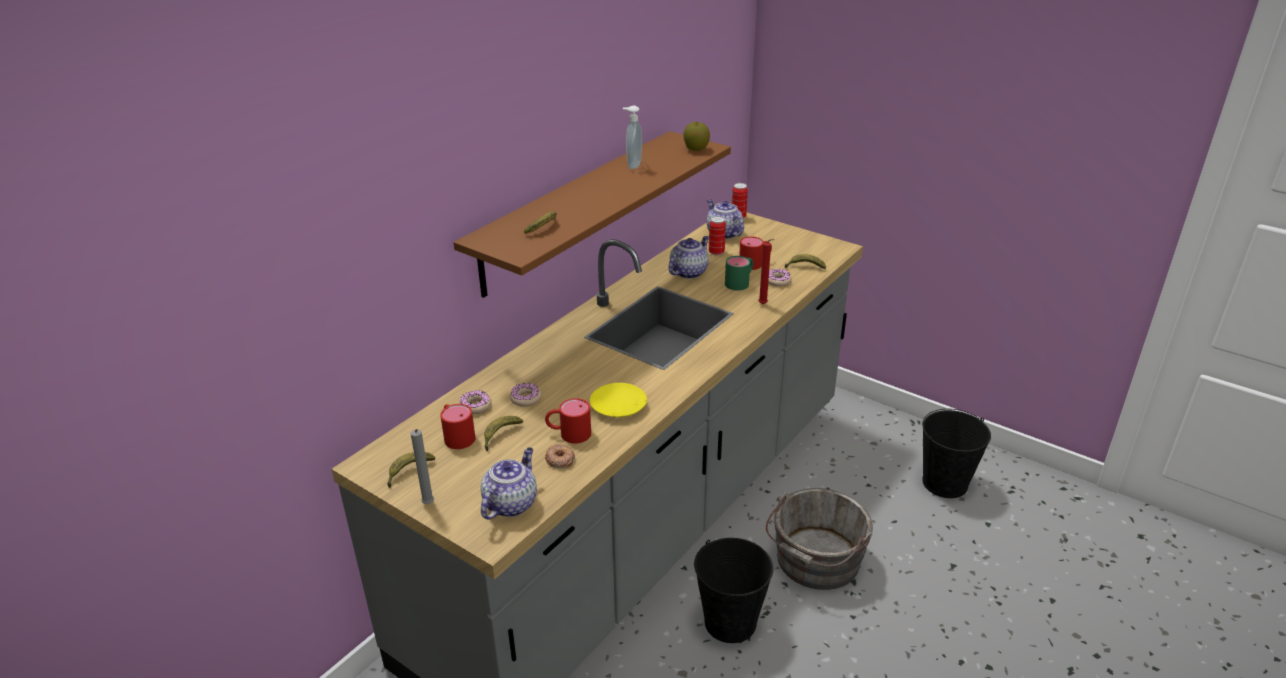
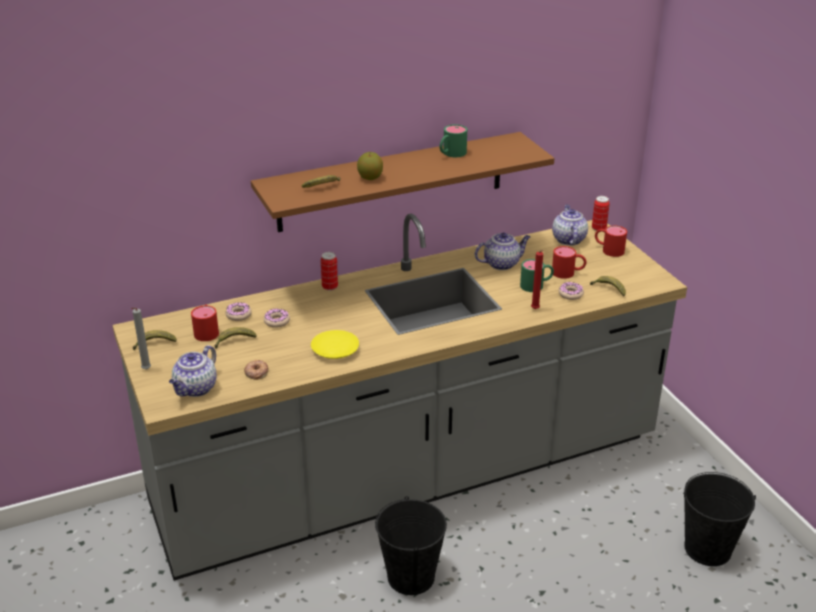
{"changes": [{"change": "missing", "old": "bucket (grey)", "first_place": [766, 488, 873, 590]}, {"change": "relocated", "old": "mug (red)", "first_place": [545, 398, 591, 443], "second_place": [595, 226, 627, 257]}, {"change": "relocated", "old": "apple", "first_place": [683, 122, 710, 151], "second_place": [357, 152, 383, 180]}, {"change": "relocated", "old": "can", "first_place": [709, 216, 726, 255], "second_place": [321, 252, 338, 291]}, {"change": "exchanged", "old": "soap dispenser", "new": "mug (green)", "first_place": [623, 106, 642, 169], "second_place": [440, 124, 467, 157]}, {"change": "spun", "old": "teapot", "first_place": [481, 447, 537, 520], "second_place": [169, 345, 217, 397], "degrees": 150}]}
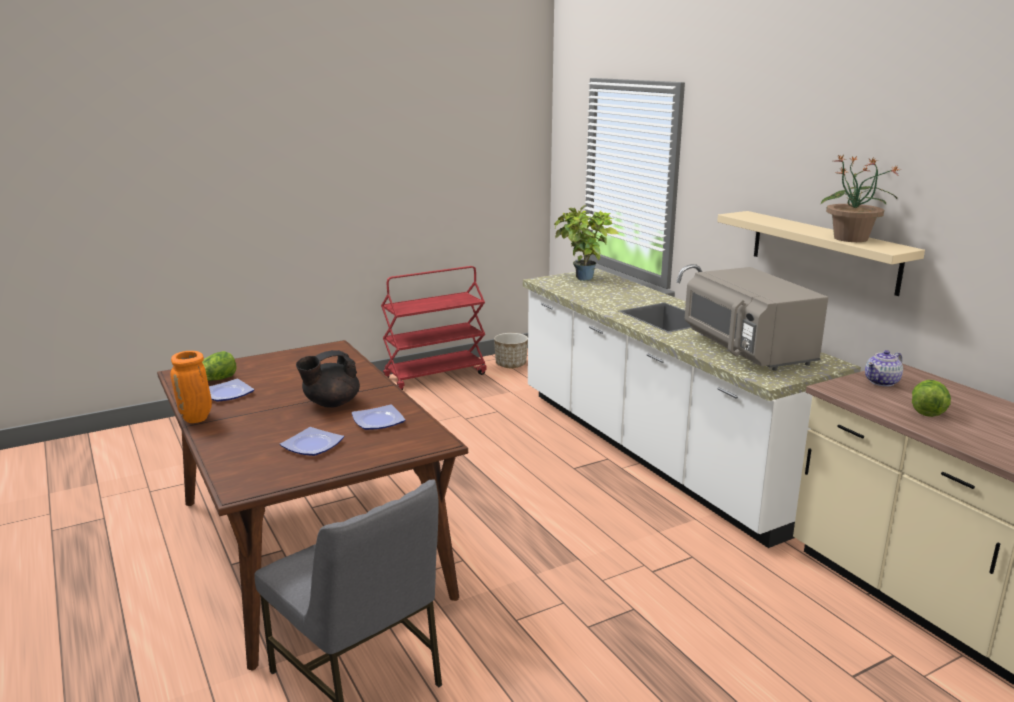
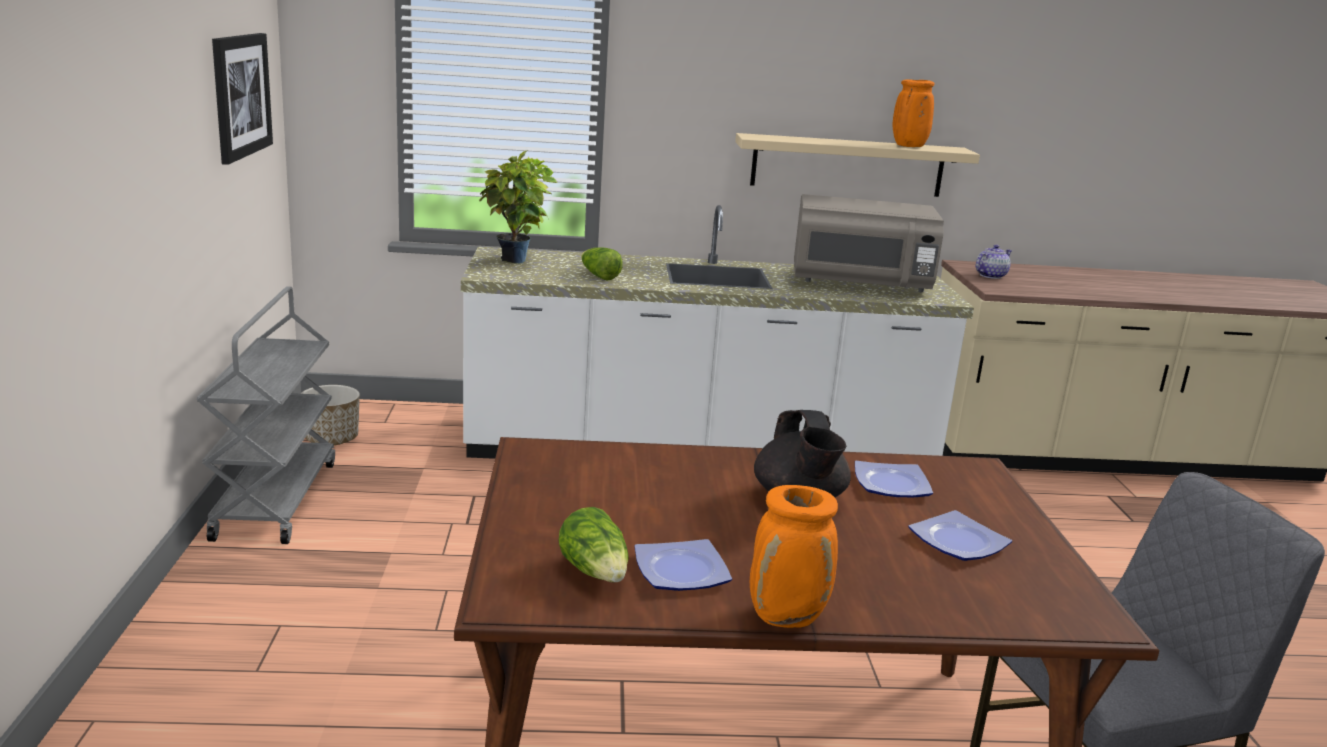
{"changes": [{"change": "appeared", "new": "picture", "second_place": [212, 33, 273, 165]}, {"change": "relocated", "old": "lettuce", "first_place": [912, 380, 951, 417], "second_place": [581, 247, 623, 280]}, {"change": "exchanged", "old": "potted plant", "new": "vase (orange)", "first_place": [821, 155, 900, 242], "second_place": [893, 79, 934, 147]}, {"change": "colour", "old": "cart (red)", "new": "cart (grey)", "first_place": [381, 266, 487, 390], "second_place": [197, 286, 335, 544]}, {"change": "spun", "old": "teapot", "first_place": [865, 350, 903, 387], "second_place": [976, 245, 1012, 279], "degrees": -120}]}
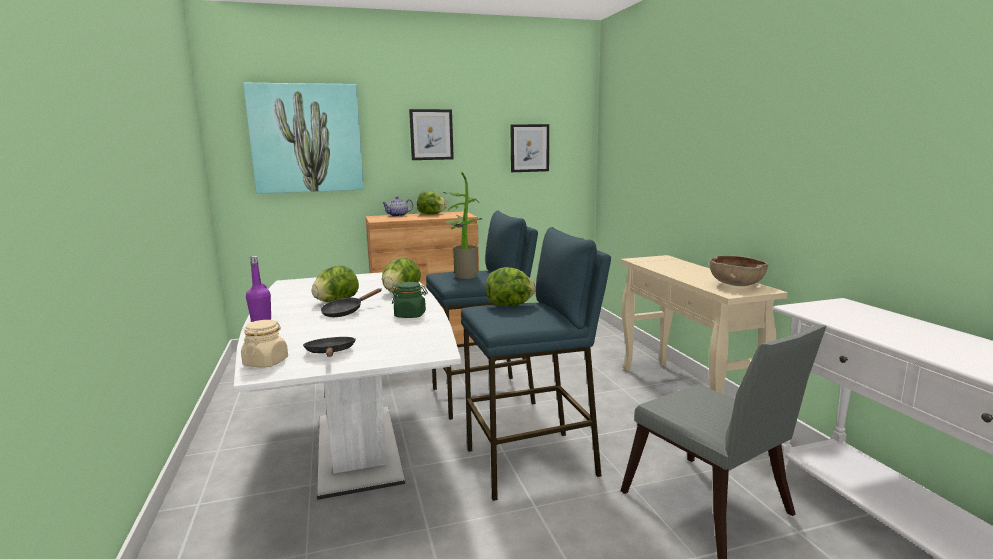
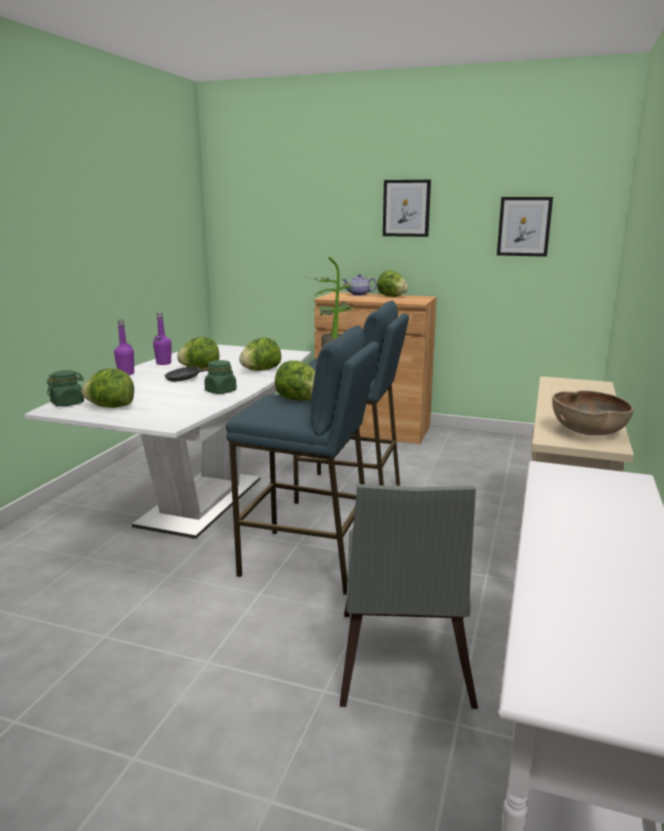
{"changes": [{"change": "missing", "old": "picture", "first_place": [243, 83, 364, 194]}, {"change": "appeared", "new": "bottle (purple)", "second_place": [153, 312, 171, 365]}, {"change": "exchanged", "old": "frying pan (black)", "new": "lettuce", "first_place": [303, 337, 356, 357], "second_place": [81, 368, 134, 408]}, {"change": "colour", "old": "jar (beige)", "new": "jar (green)", "first_place": [241, 320, 288, 367], "second_place": [47, 370, 84, 407]}]}
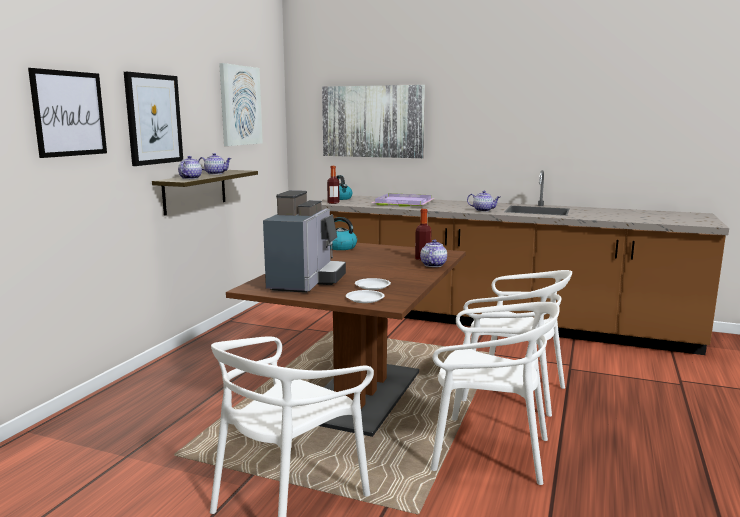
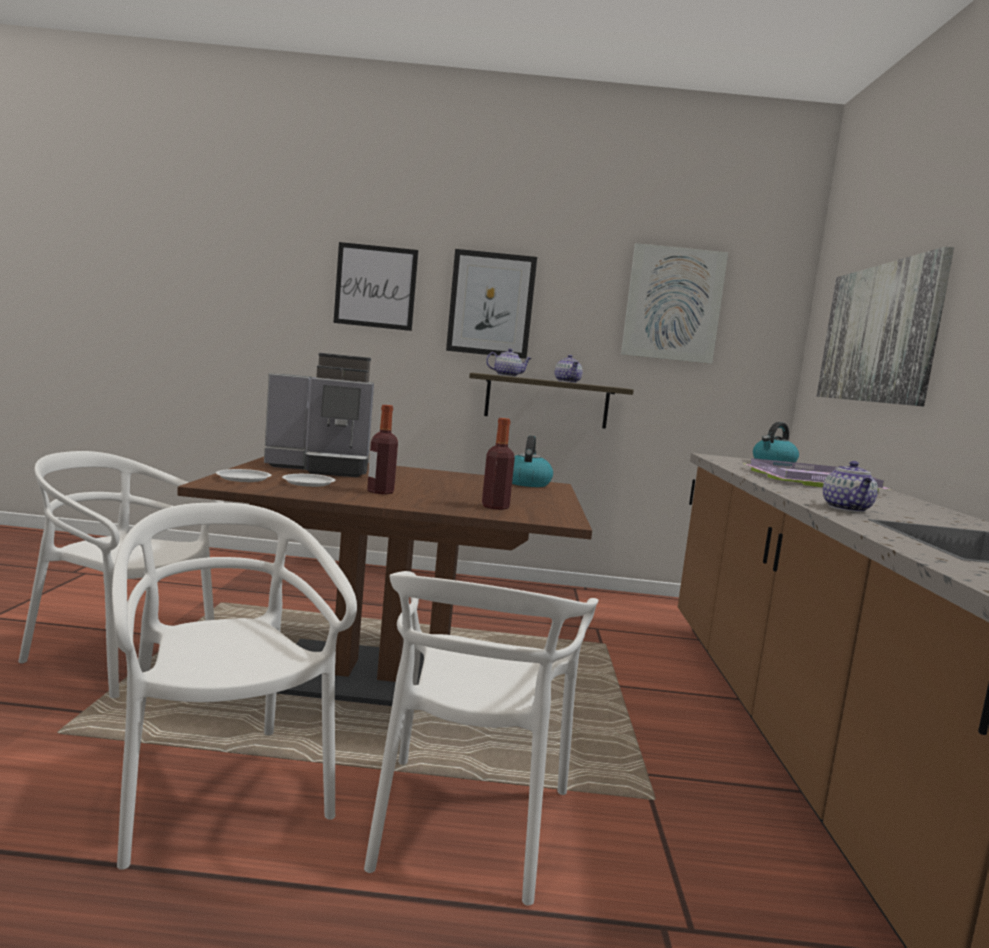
{"changes": [{"change": "missing", "old": "teapot", "first_place": [420, 239, 447, 267]}, {"change": "relocated", "old": "bottle", "first_place": [327, 166, 340, 204], "second_place": [367, 405, 398, 494]}, {"change": "spun", "old": "chair (white)", "first_place": [430, 302, 560, 485], "second_place": [112, 503, 357, 870], "degrees": 150}]}
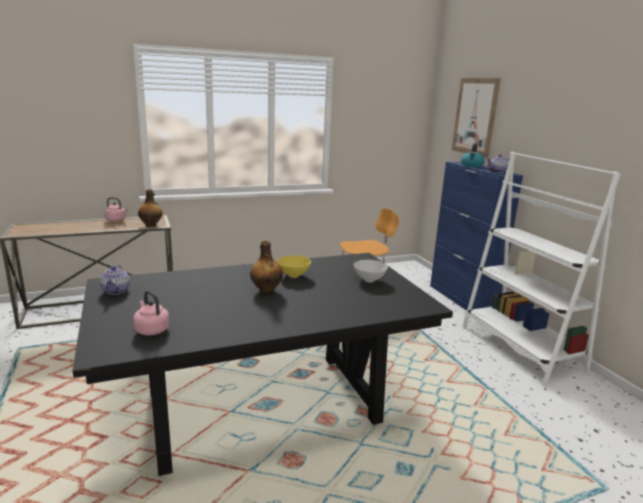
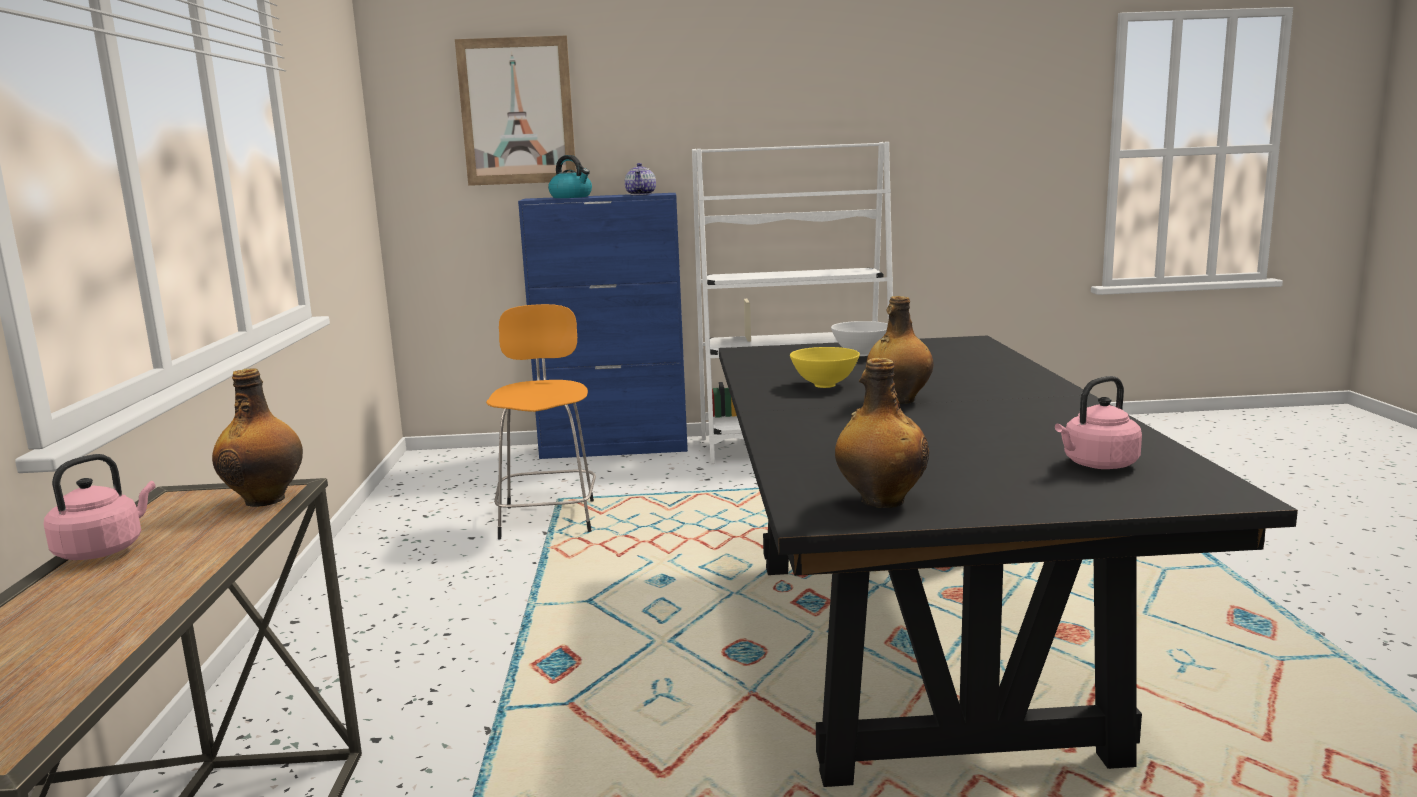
{"changes": [{"change": "exchanged", "old": "teapot", "new": "bottle", "first_place": [100, 265, 130, 295], "second_place": [835, 358, 929, 508]}]}
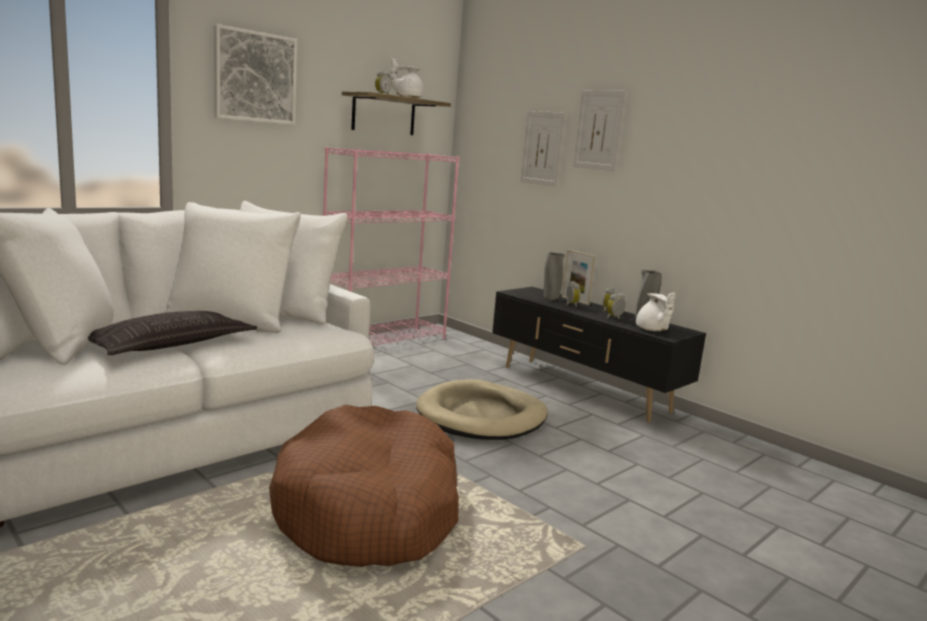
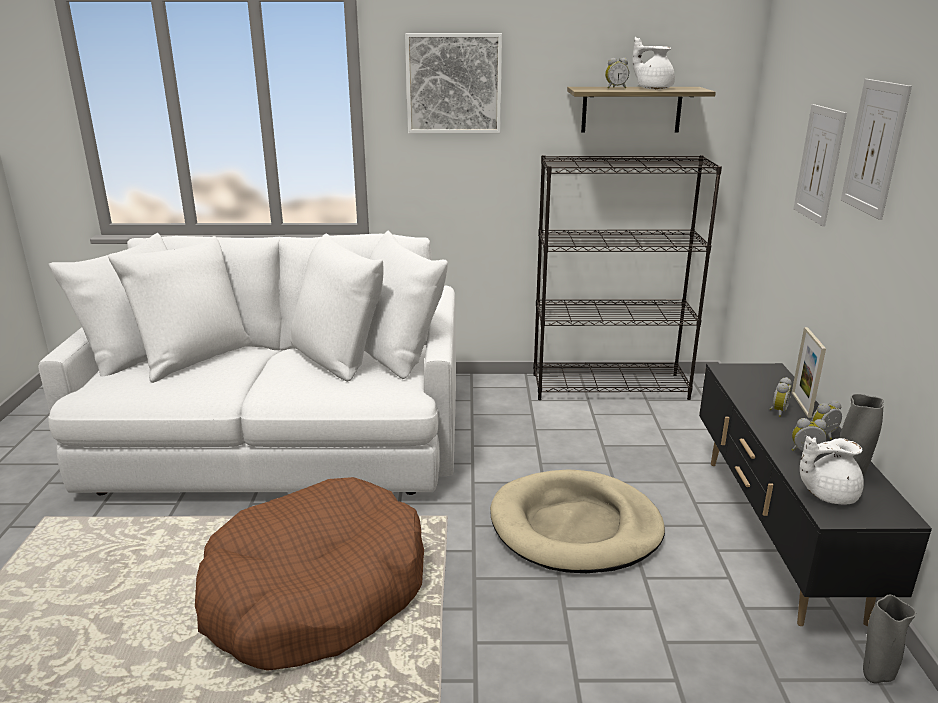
{"changes": [{"change": "missing", "old": "pillow", "first_place": [88, 311, 257, 355]}, {"change": "relocated", "old": "vase (grey)", "first_place": [544, 252, 565, 301], "second_place": [863, 595, 916, 684]}, {"change": "colour", "old": "bookcase (pink)", "new": "bookcase (black)", "first_place": [323, 147, 460, 346], "second_place": [533, 155, 722, 400]}, {"change": "spun", "old": "teapot (white)", "first_place": [636, 292, 675, 331], "second_place": [800, 436, 864, 504], "degrees": 60}]}
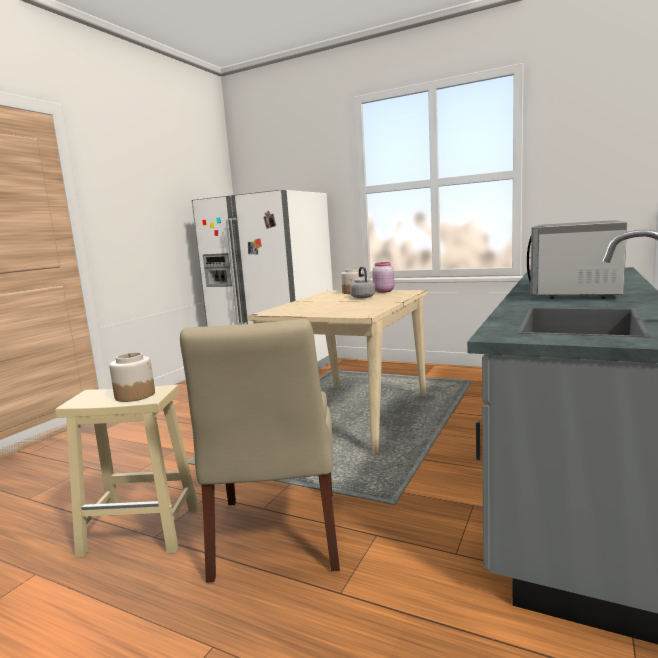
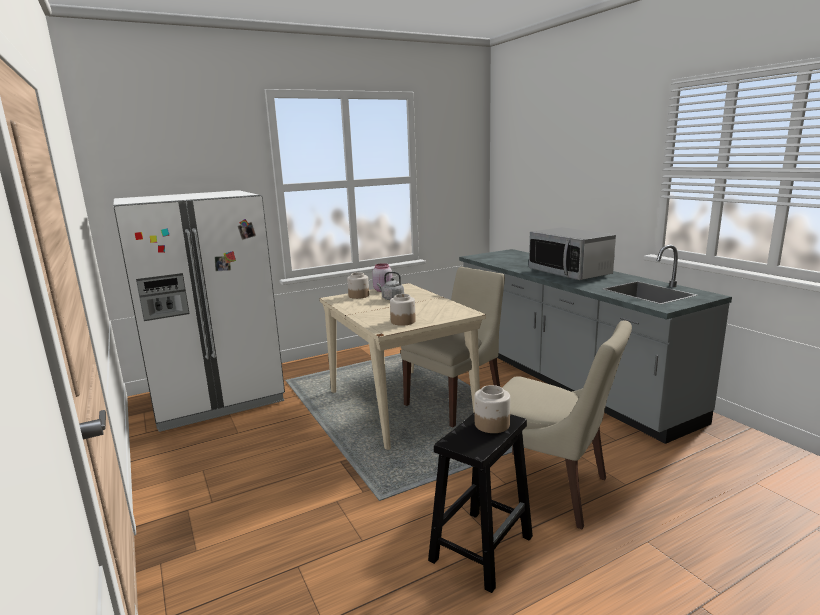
{"changes": [{"change": "appeared", "new": "jar", "second_place": [390, 294, 416, 326]}, {"change": "appeared", "new": "chair (beige)", "second_place": [401, 267, 505, 427]}, {"change": "colour", "old": "stool (beige)", "new": "stool (black)", "first_place": [55, 385, 199, 558], "second_place": [428, 412, 533, 593]}]}
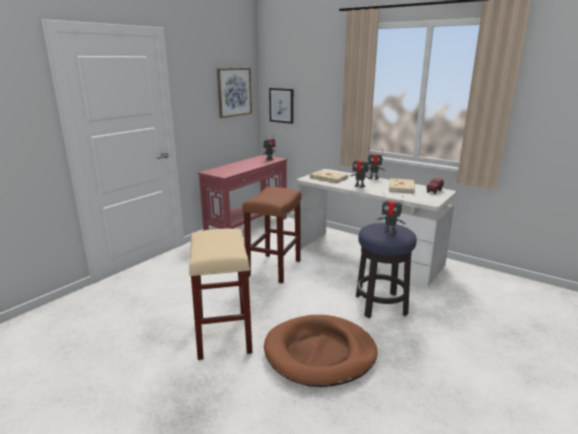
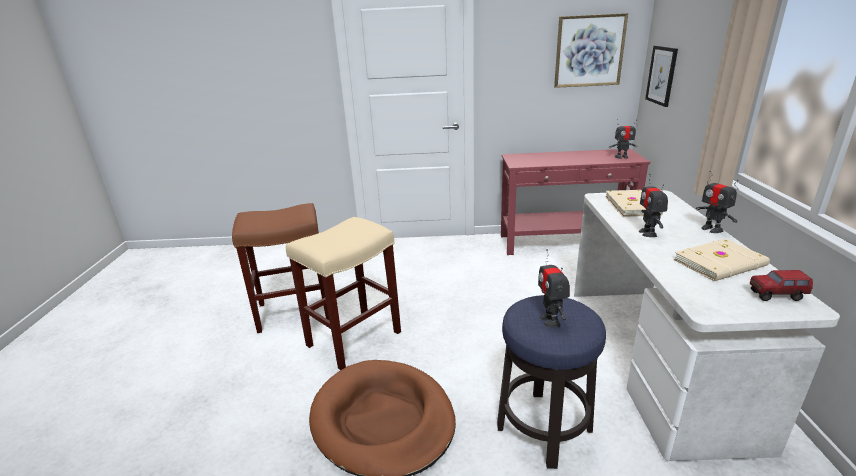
{"changes": [{"change": "relocated", "old": "stool (brown)", "first_place": [243, 187, 301, 283], "second_place": [232, 203, 329, 333]}]}
